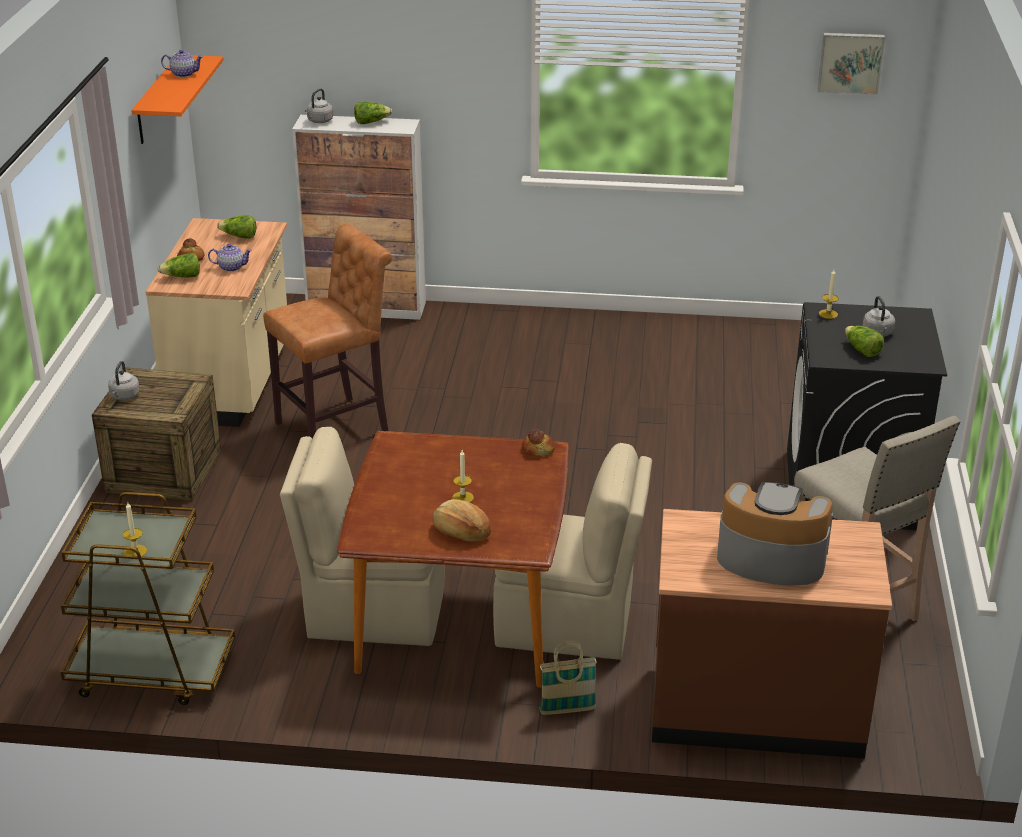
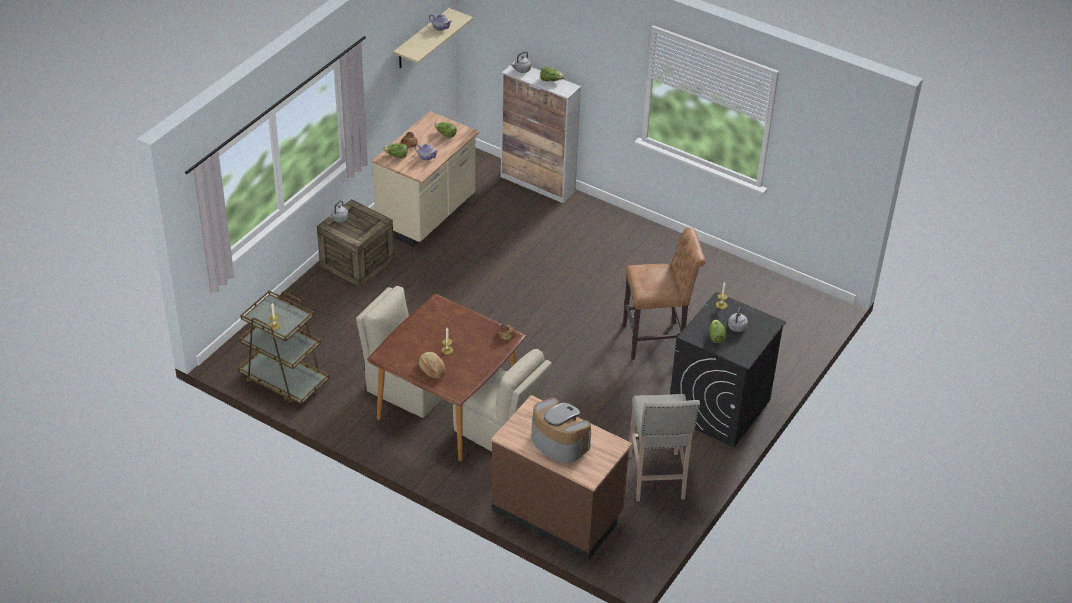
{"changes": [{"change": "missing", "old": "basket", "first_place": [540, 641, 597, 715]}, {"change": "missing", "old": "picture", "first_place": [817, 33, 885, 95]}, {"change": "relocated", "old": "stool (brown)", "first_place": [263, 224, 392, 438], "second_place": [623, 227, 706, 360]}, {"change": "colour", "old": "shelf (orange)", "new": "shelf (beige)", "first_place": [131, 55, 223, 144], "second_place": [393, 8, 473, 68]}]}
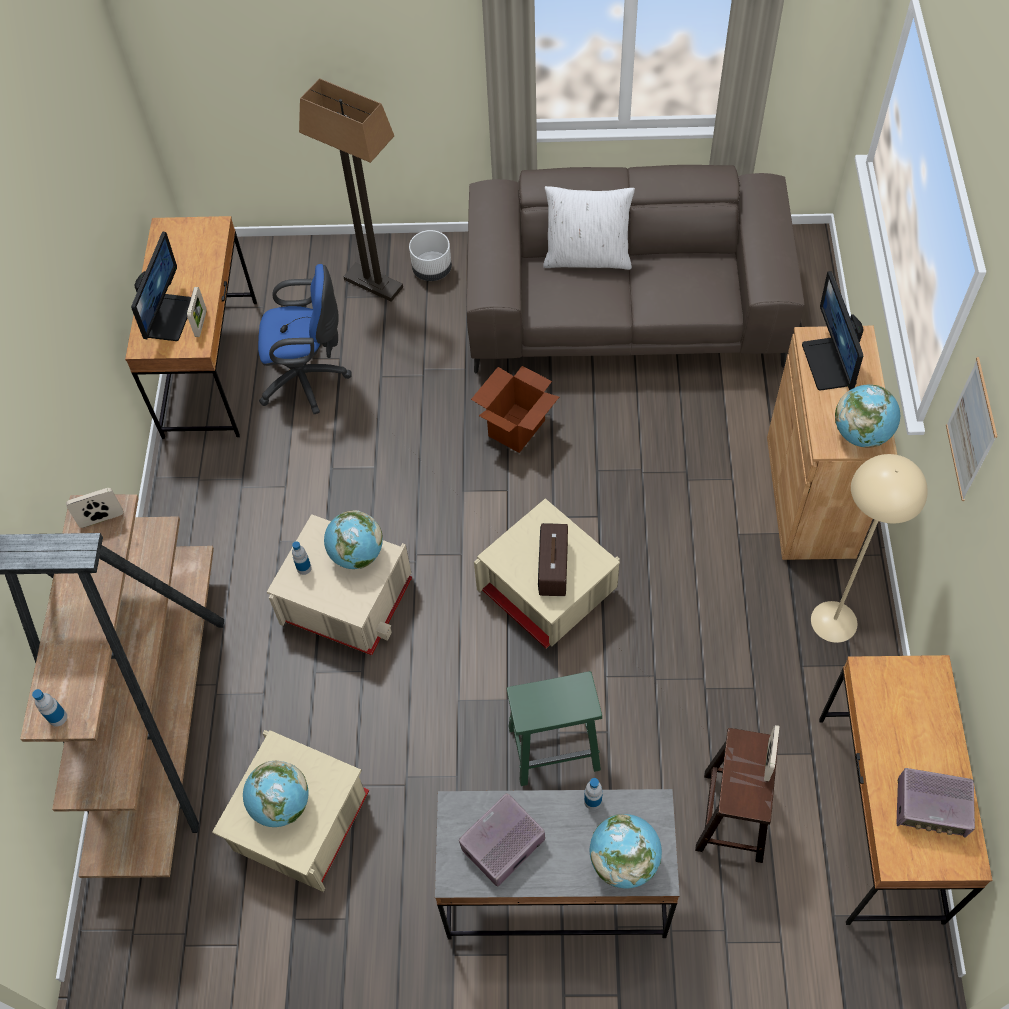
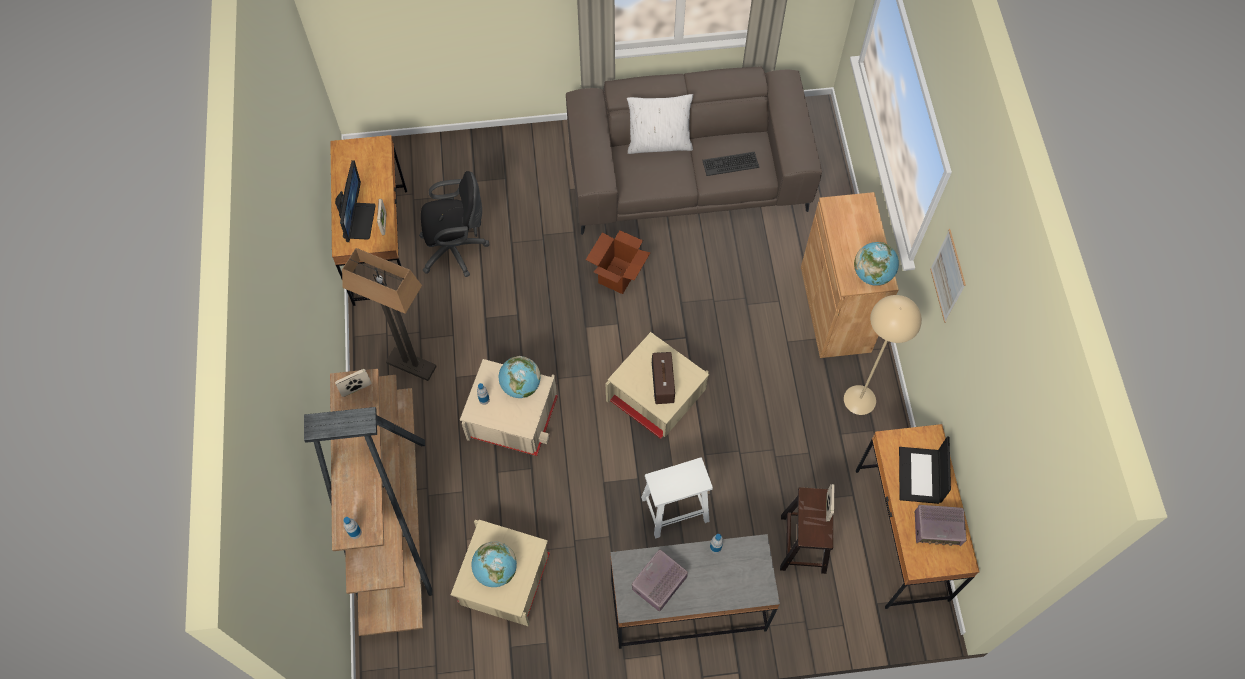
{"changes": [{"change": "missing", "old": "planter (white)", "first_place": [409, 230, 452, 281]}, {"change": "missing", "old": "globe", "first_place": [590, 814, 662, 889]}, {"change": "missing", "old": "monitor", "first_place": [802, 271, 864, 391]}, {"change": "appeared", "new": "keyboard", "second_place": [702, 152, 759, 176]}, {"change": "appeared", "new": "laptop", "second_place": [899, 436, 951, 504]}, {"change": "relocated", "old": "floor lamp", "first_place": [299, 78, 403, 302], "second_place": [342, 248, 437, 381]}, {"change": "colour", "old": "office chair (blue)", "new": "office chair (black)", "first_place": [258, 264, 352, 414], "second_place": [419, 171, 489, 277]}, {"change": "colour", "old": "stool (green)", "new": "stool (white)", "first_place": [507, 671, 602, 786], "second_place": [641, 458, 713, 539]}]}
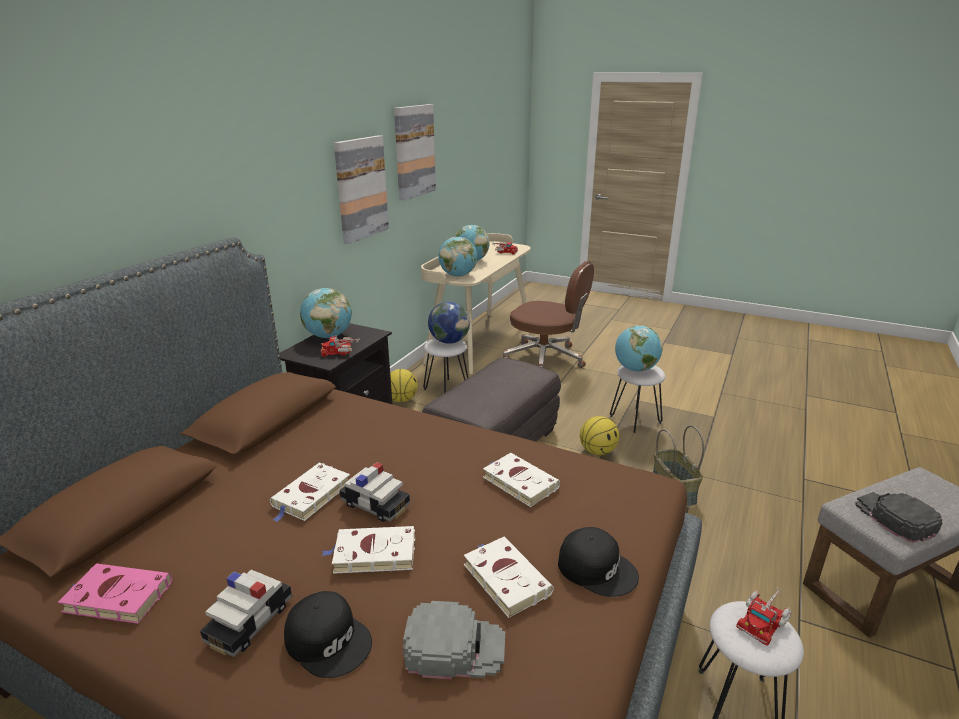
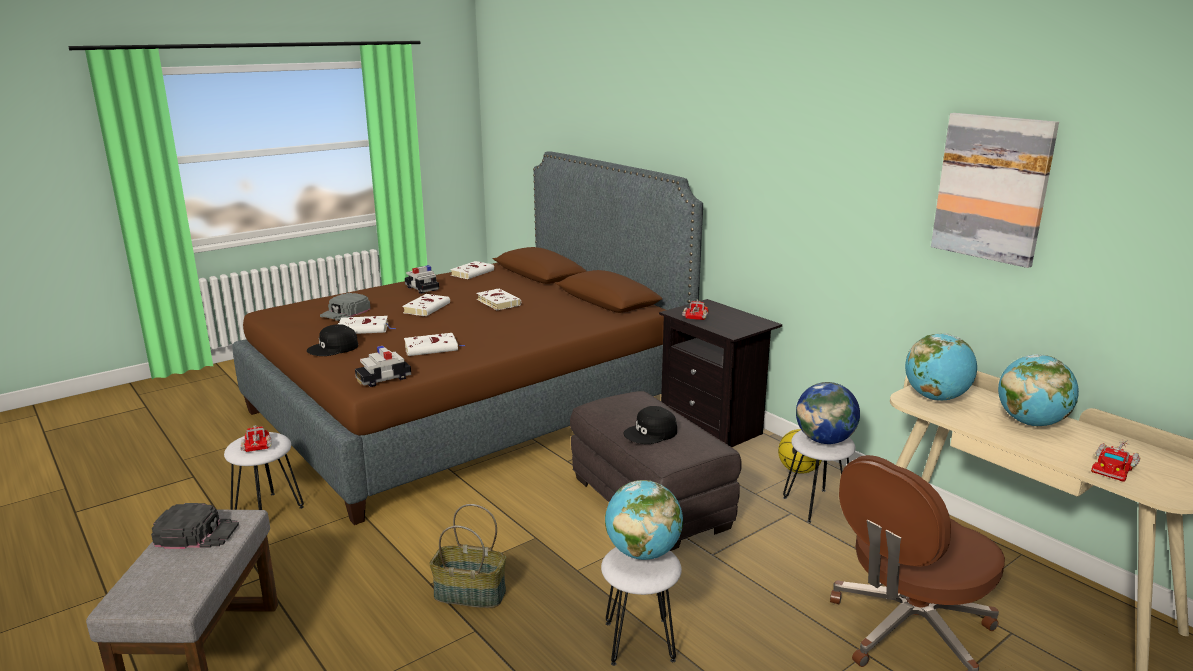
{"changes": [{"change": "missing", "old": "globe", "first_place": [300, 288, 352, 338]}, {"change": "missing", "old": "picture", "first_place": [334, 135, 389, 244]}, {"change": "missing", "old": "basketball", "first_place": [580, 416, 619, 455]}, {"change": "relocated", "old": "cap (black)", "first_place": [284, 591, 372, 678], "second_place": [623, 406, 677, 444]}, {"change": "relocated", "old": "toy car", "first_place": [340, 462, 410, 522], "second_place": [355, 346, 411, 387]}, {"change": "colour", "old": "book (pink)", "new": "book (white)", "first_place": [58, 563, 172, 624], "second_place": [450, 261, 494, 279]}]}
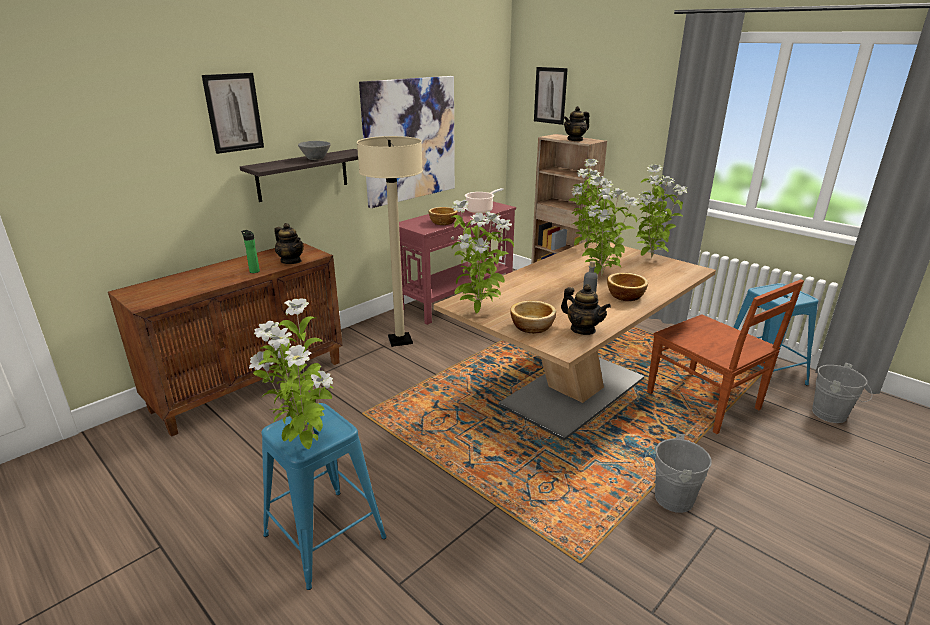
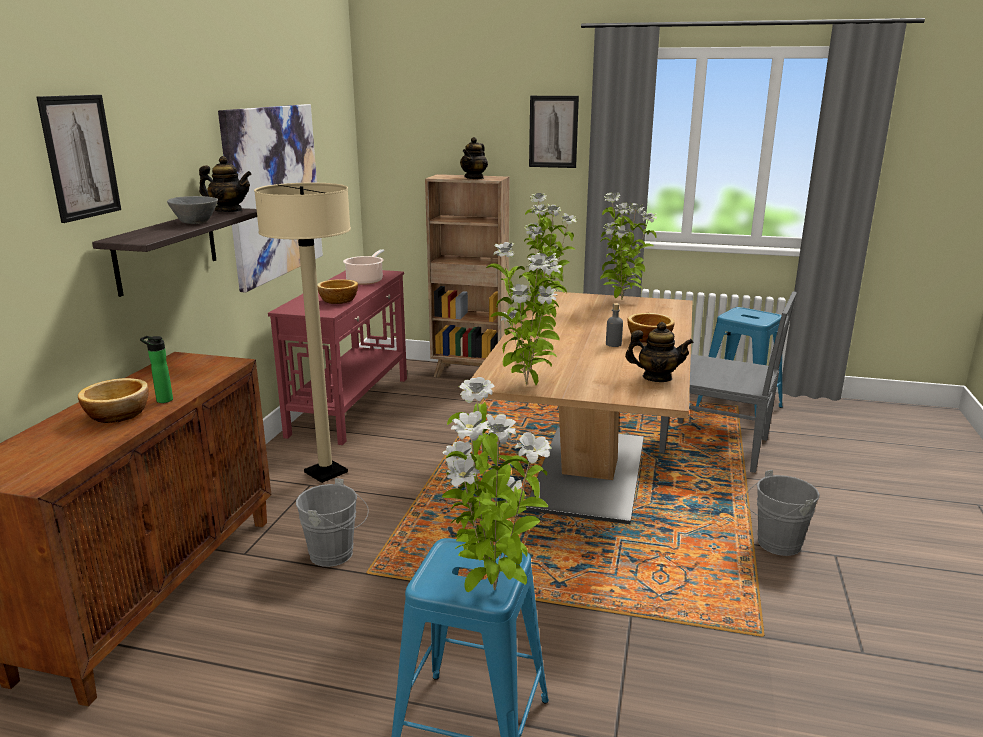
{"changes": [{"change": "missing", "old": "potted plant", "first_place": [582, 176, 639, 276]}, {"change": "relocated", "old": "teapot", "first_place": [274, 223, 304, 264], "second_place": [199, 156, 252, 212]}, {"change": "relocated", "old": "bowl", "first_place": [510, 300, 556, 334], "second_place": [78, 378, 149, 423]}, {"change": "relocated", "old": "picture", "first_place": [534, 67, 568, 125], "second_place": [529, 96, 579, 168]}, {"change": "relocated", "old": "bucket (grey)", "first_place": [812, 363, 872, 423], "second_place": [296, 478, 369, 567]}, {"change": "colour", "old": "chair (brown)", "new": "chair (grey)", "first_place": [647, 280, 804, 434], "second_place": [659, 291, 797, 473]}]}
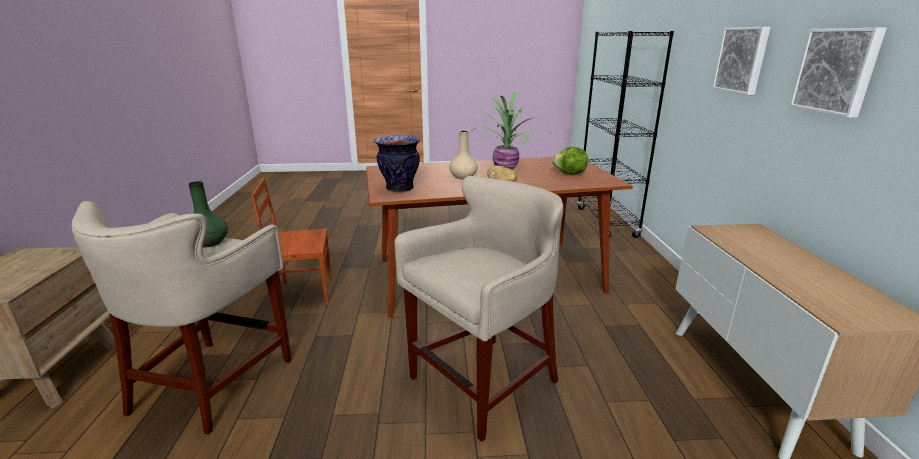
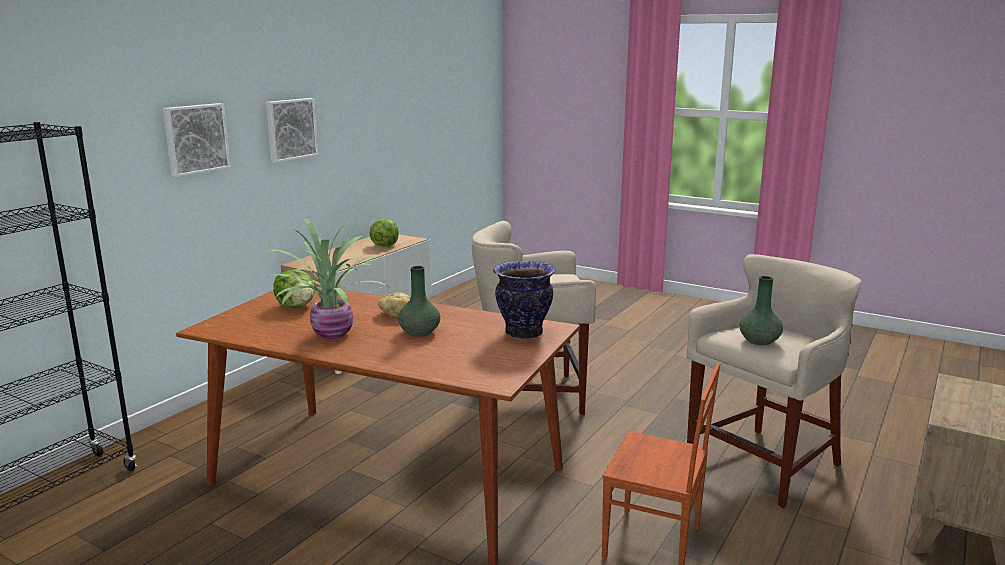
{"changes": [{"change": "appeared", "new": "lettuce", "second_place": [370, 220, 399, 247]}, {"change": "colour", "old": "vase (beige)", "new": "vase (green)", "first_place": [449, 131, 478, 180], "second_place": [398, 266, 440, 337]}]}
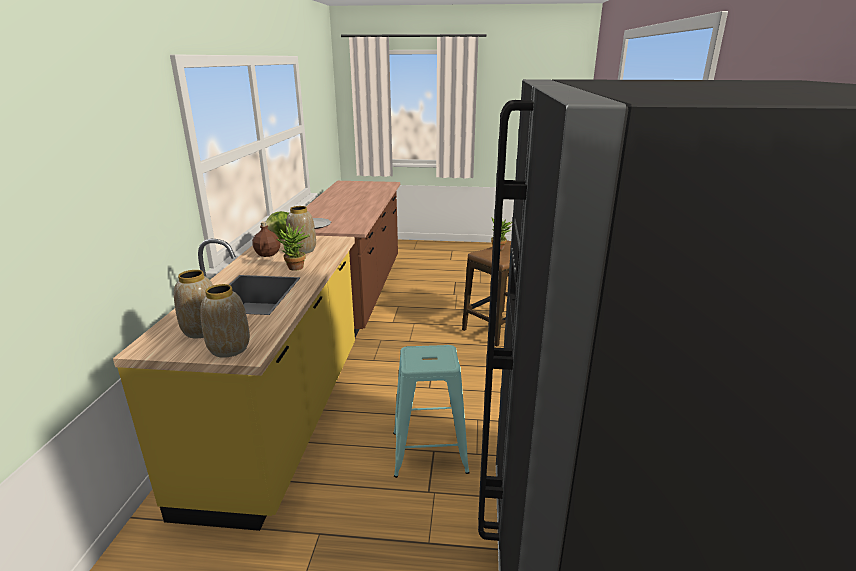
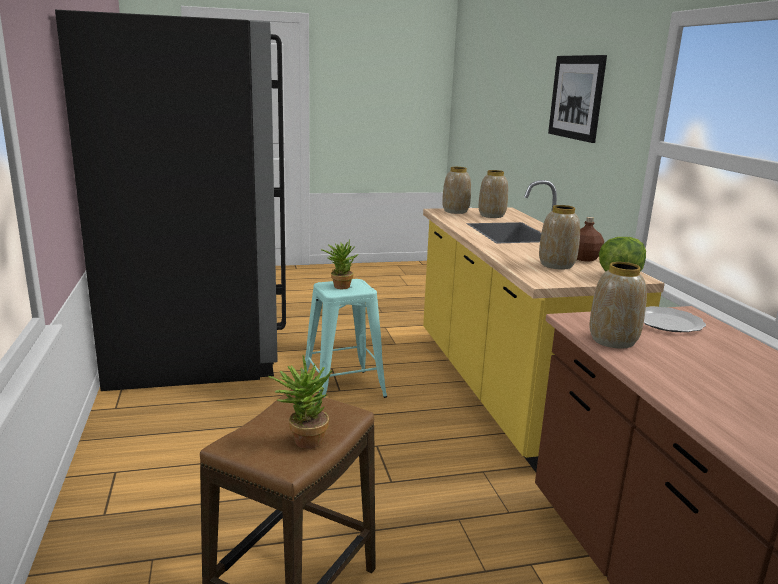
{"changes": [{"change": "appeared", "new": "picture", "second_place": [548, 55, 607, 143]}, {"change": "appeared", "new": "vase", "second_place": [589, 262, 647, 349]}, {"change": "relocated", "old": "potted plant", "first_place": [277, 223, 309, 271], "second_place": [321, 238, 358, 289]}]}
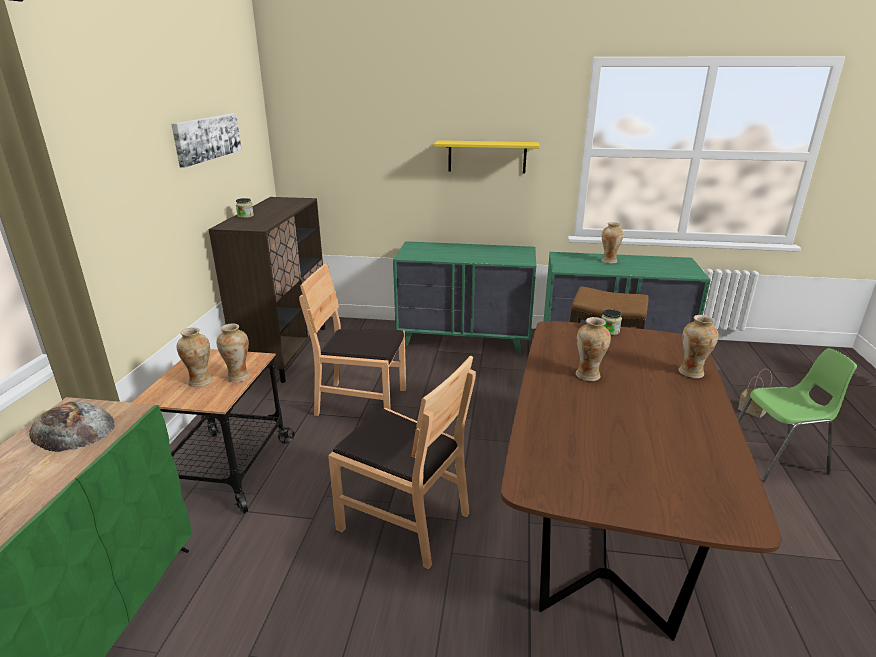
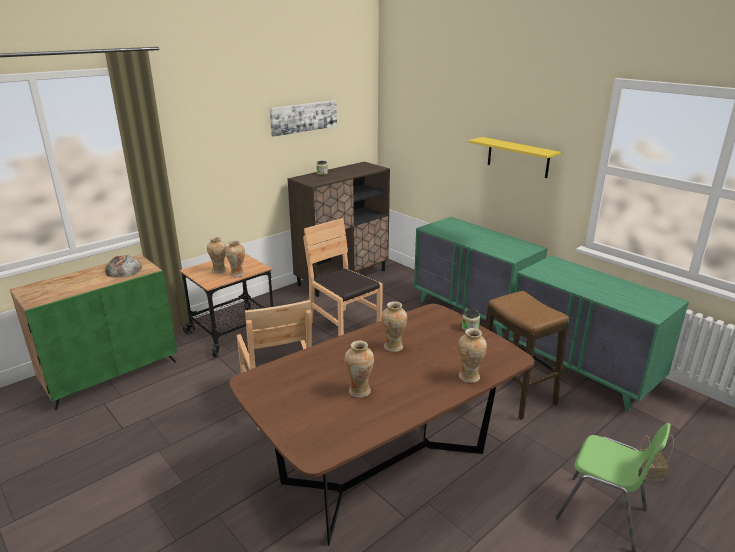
{"changes": [{"change": "relocated", "old": "vase", "first_place": [602, 222, 624, 264], "second_place": [344, 341, 374, 398]}]}
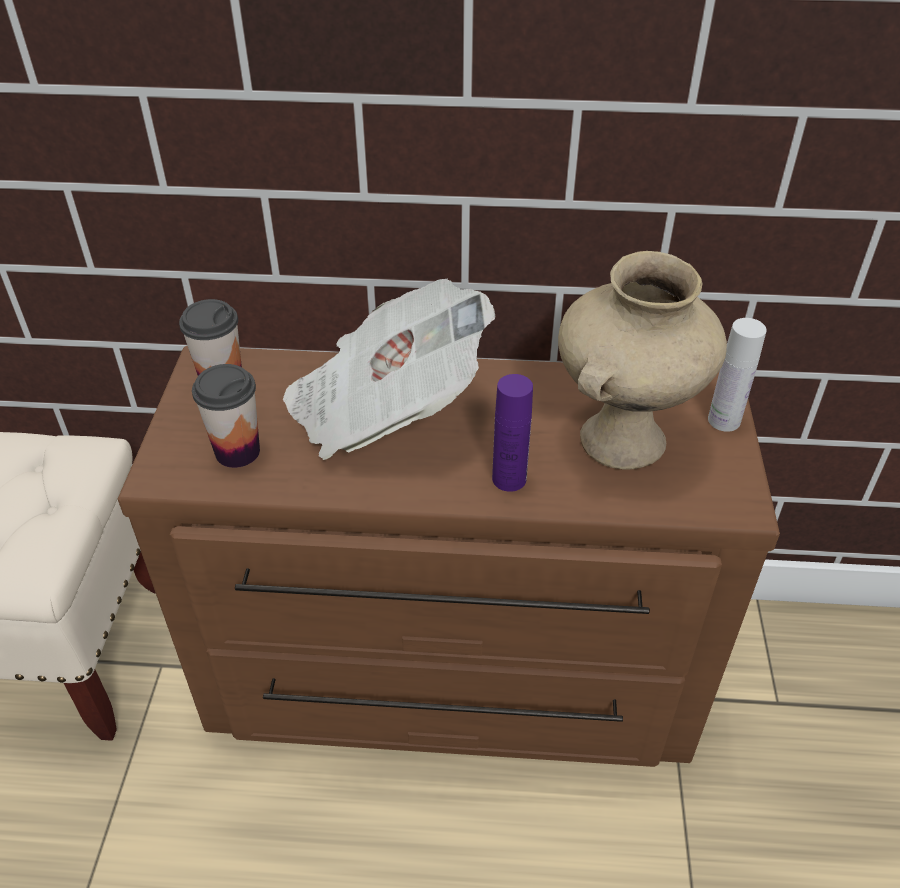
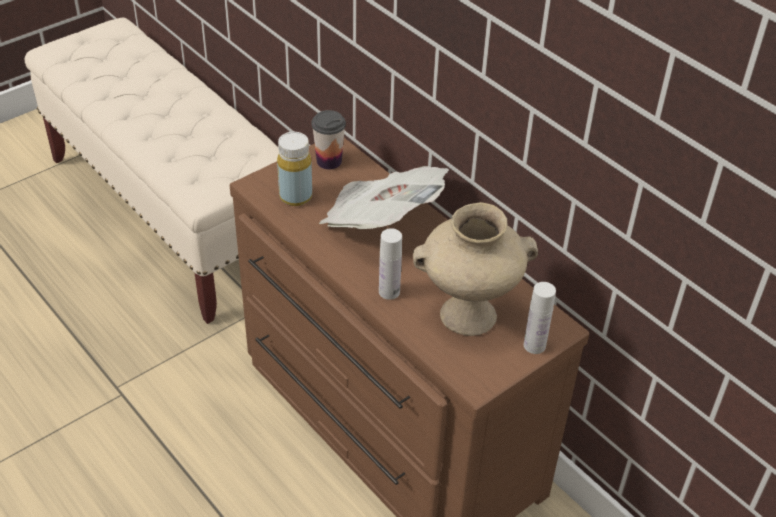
{"changes": [{"change": "exchanged", "old": "cup", "new": "bottle (yellow)", "first_place": [192, 364, 260, 468], "second_place": [277, 132, 312, 206]}, {"change": "colour", "old": "bottle (purple)", "new": "bottle (white)", "first_place": [492, 374, 533, 492], "second_place": [379, 228, 402, 300]}]}
